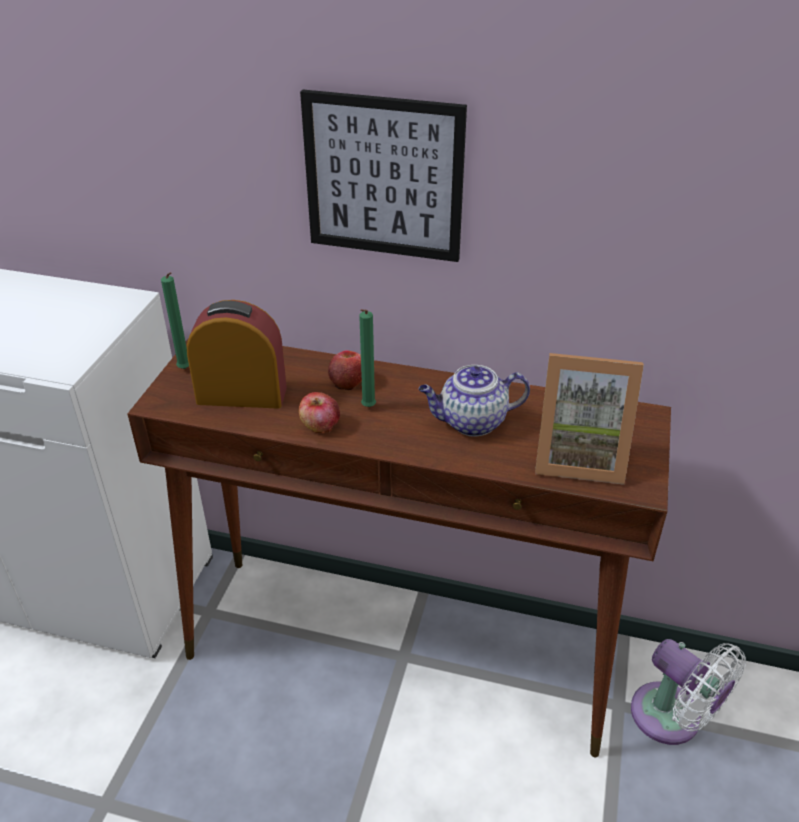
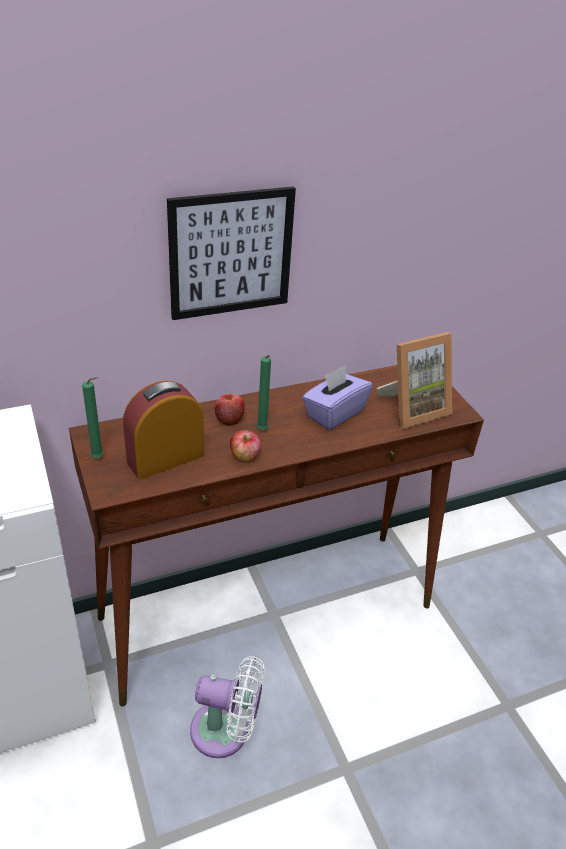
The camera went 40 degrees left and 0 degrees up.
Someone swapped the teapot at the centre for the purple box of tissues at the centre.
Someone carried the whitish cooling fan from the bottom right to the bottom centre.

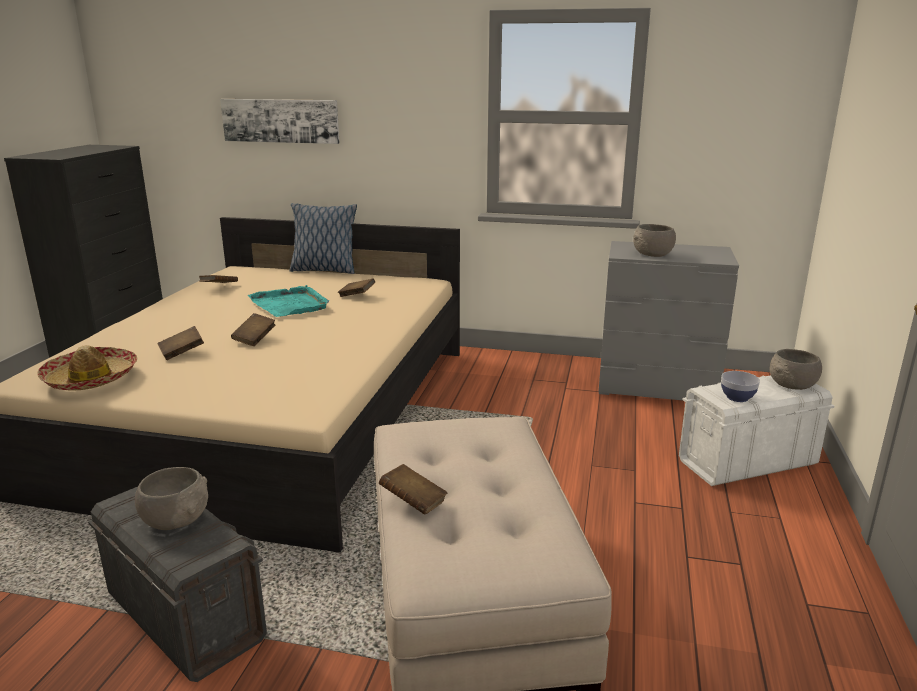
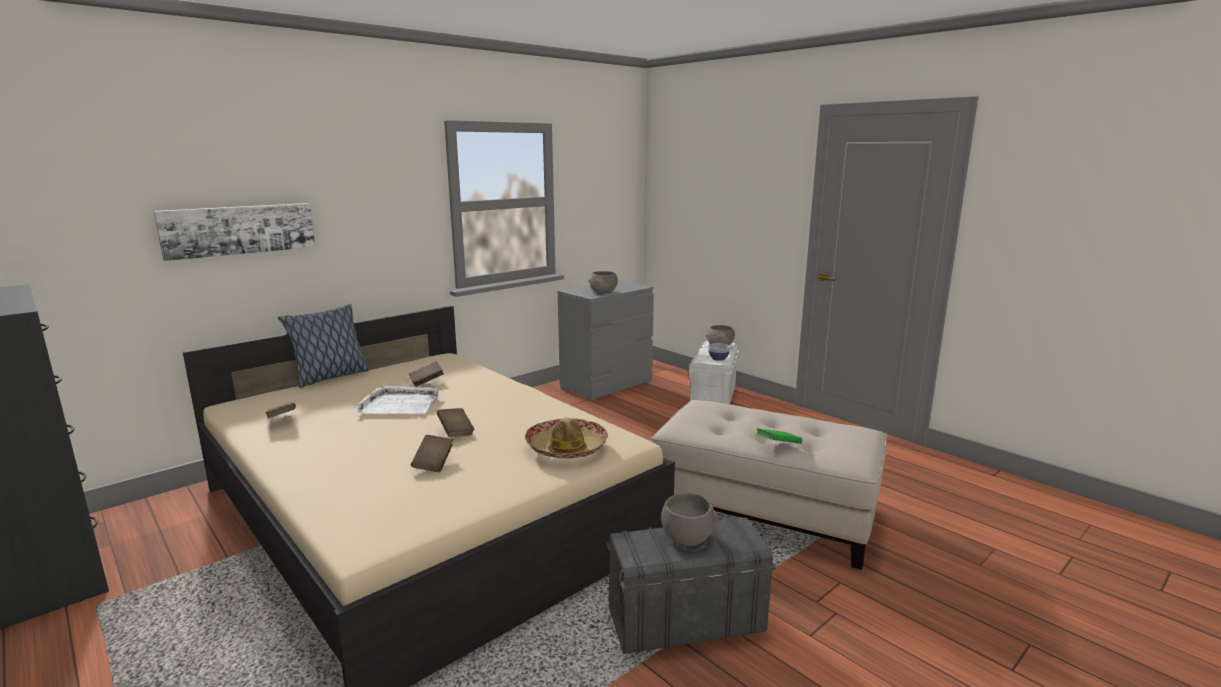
The camera went 55 degrees left and 5 degrees down.
Someone repainted the turquoise-coloured tray at the middle left, which became the whitish tray at the middle left.
Someone carried the clothing hat from the middle left to the centre.
Someone repainted the brown book (no. 5 from left) at the bottom centre, which became the green-coloured book at the centre.

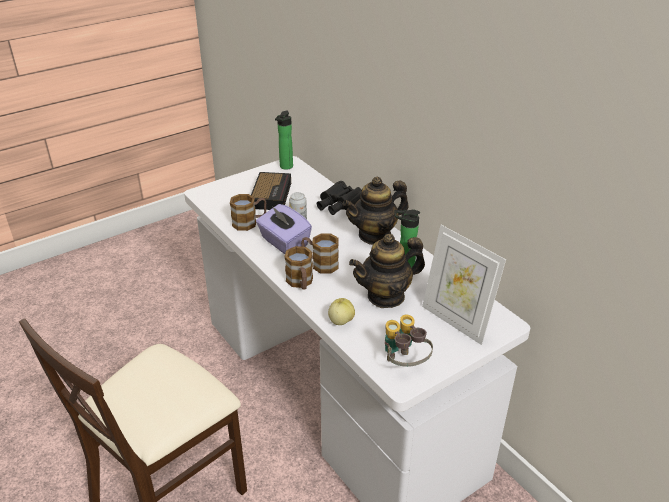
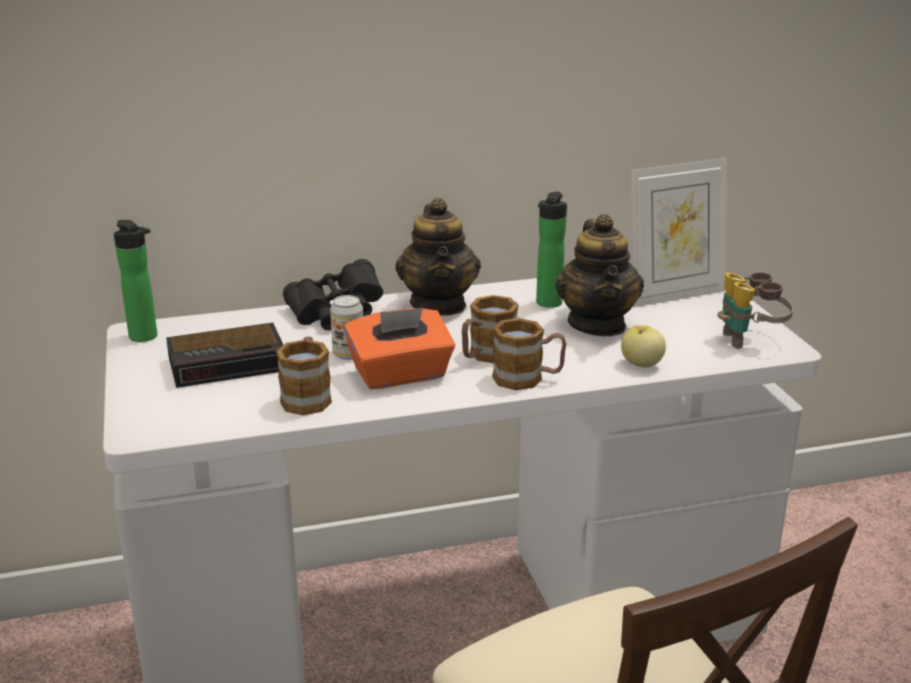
The camera went 70 degrees left and 10 degrees down.
Someone rotated the bedside clock at the centre by 135 degrees clockwise.
Someone repainted the purple box of tissues at the centre, which became the orangey box of tissues at the centre.

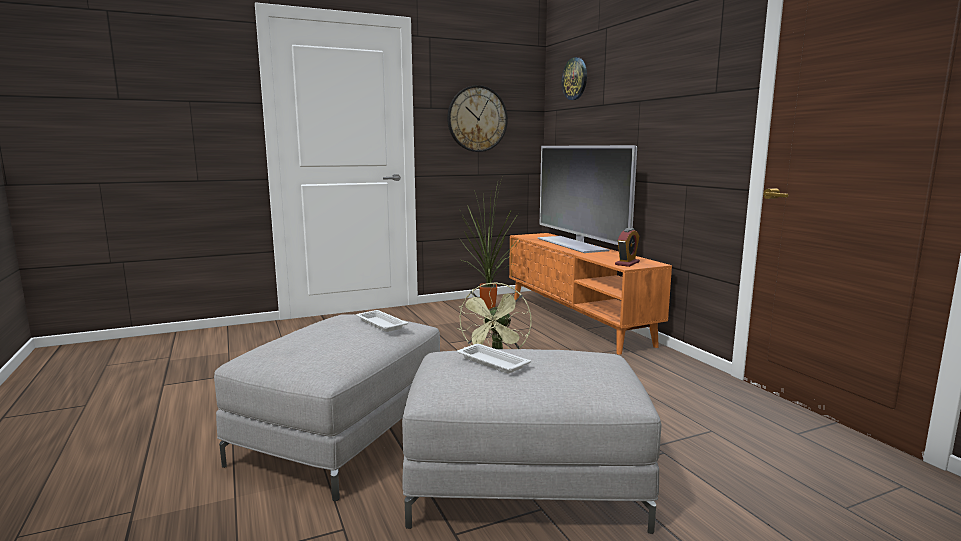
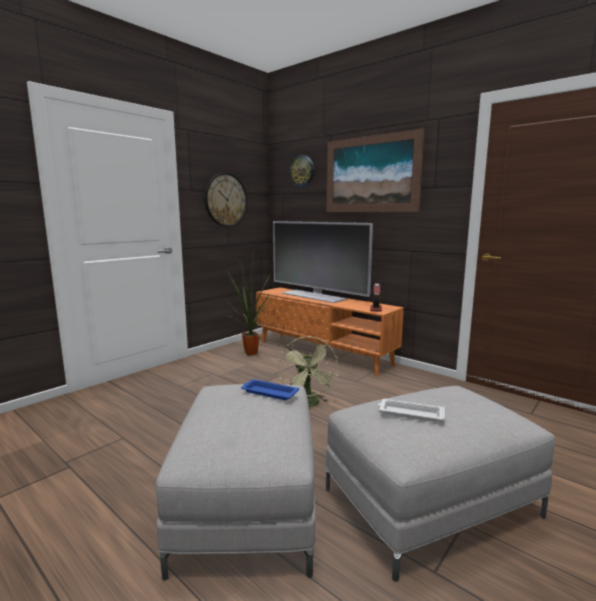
The camera went 25 degrees left and 0 degrees up.
Someone repainted the whitish tray (no. 1 from left) at the centre, which became the blue tray at the centre.
Someone put up the picture at the top centre.

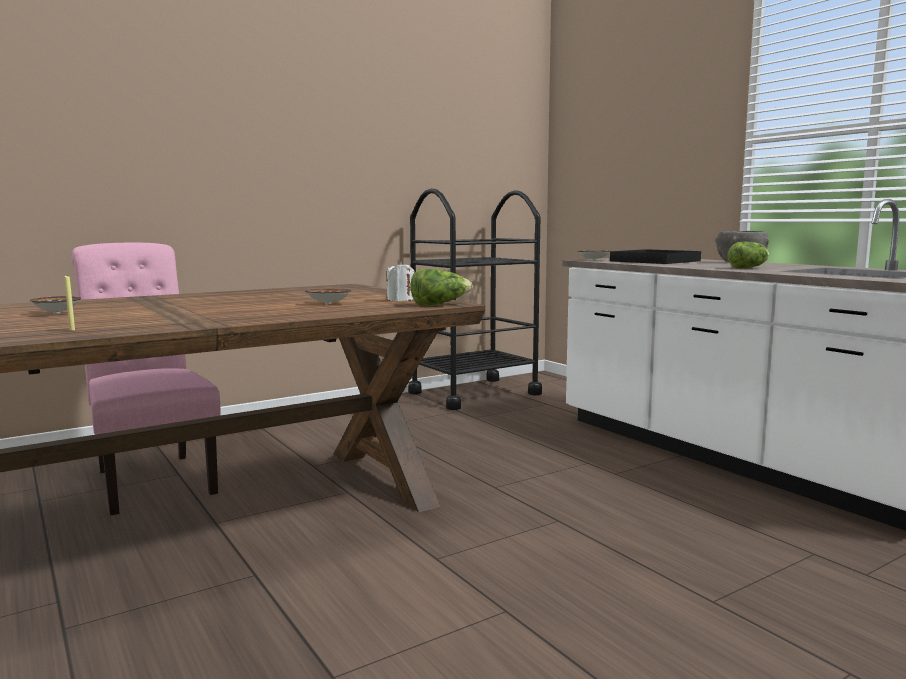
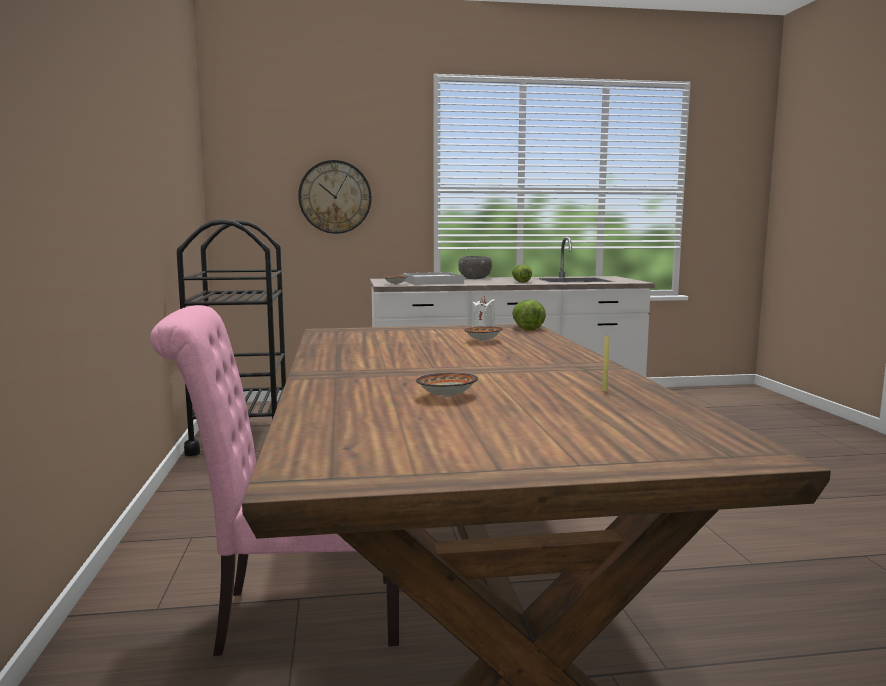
The camera went 65 degrees left and 0 degrees up.
Someone repainted the black tray at the middle right, which became the whitish tray at the centre.
Someone put up the clock on the wall at the top centre.

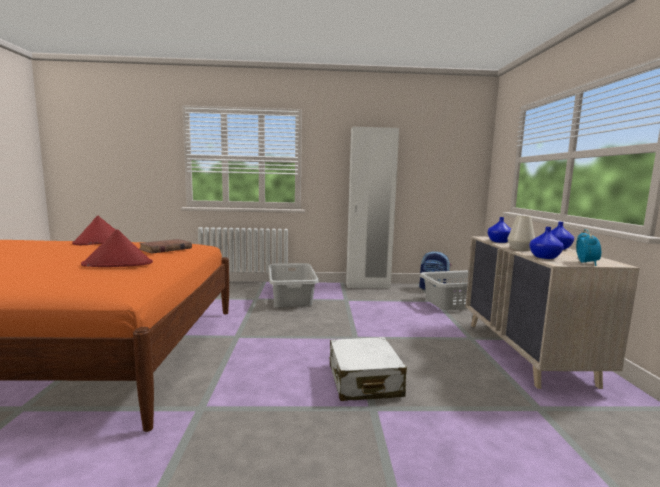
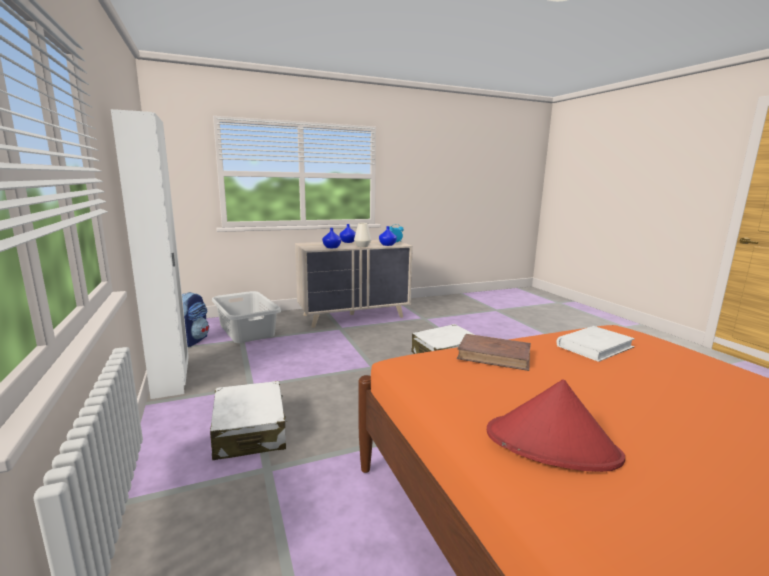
The camera went 110 degrees left and 5 degrees up.
Someone swapped the red-coloured clothing hat (no. 2 from left) at the middle left for the whitish book at the middle right.
Someone swapped the grey washing basket (no. 1 from left) at the centre for the whitish travel case (no. 1 from left) at the bottom left.

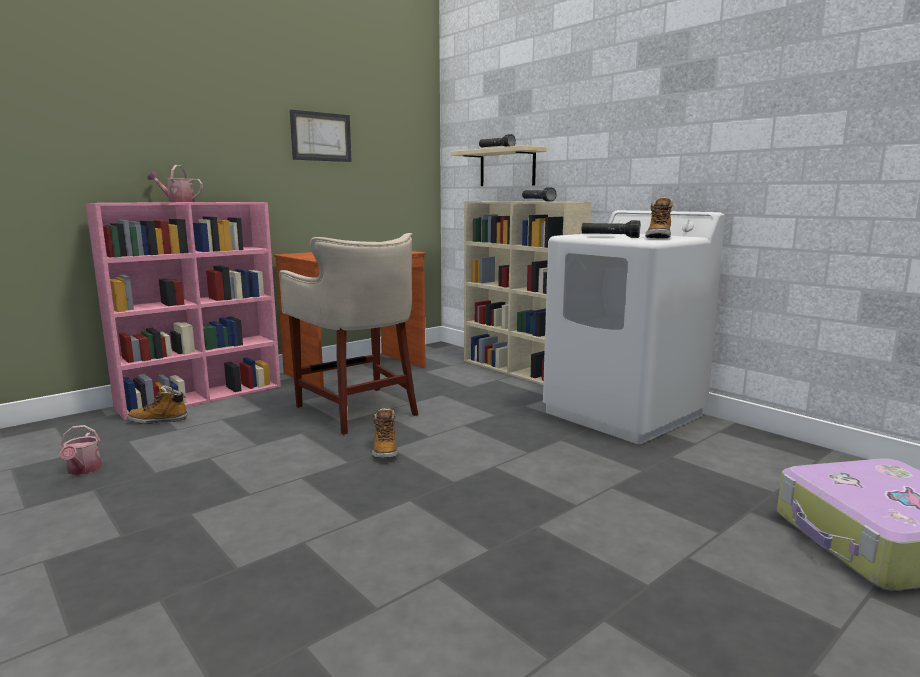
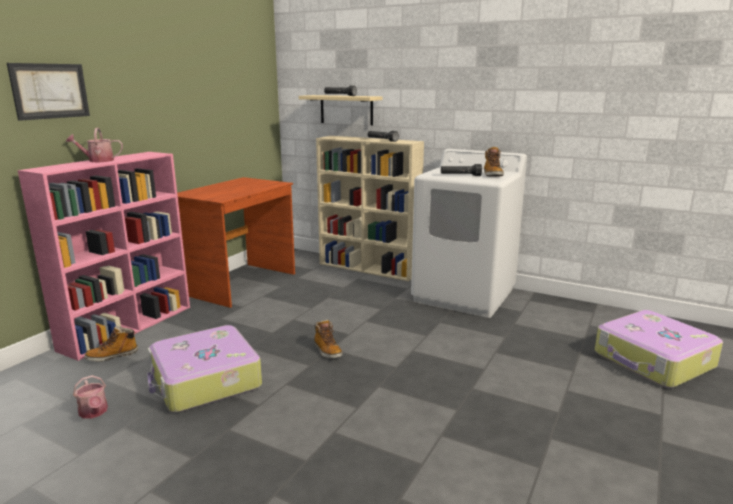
The camera went 20 degrees left and 5 degrees up.
Someone carried the picture from the top centre to the top left.
Someone took away the beige sitting stool at the centre.
Someone put down the travel case (no. 1 from left) at the bottom left.

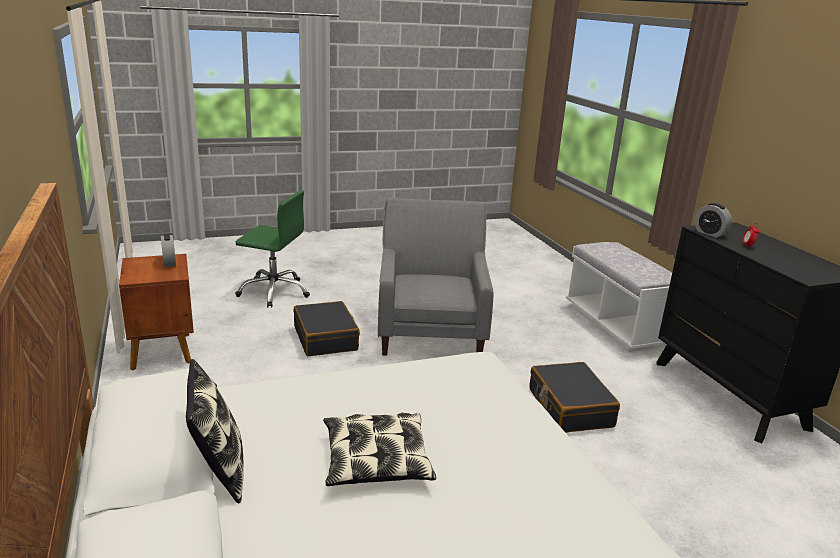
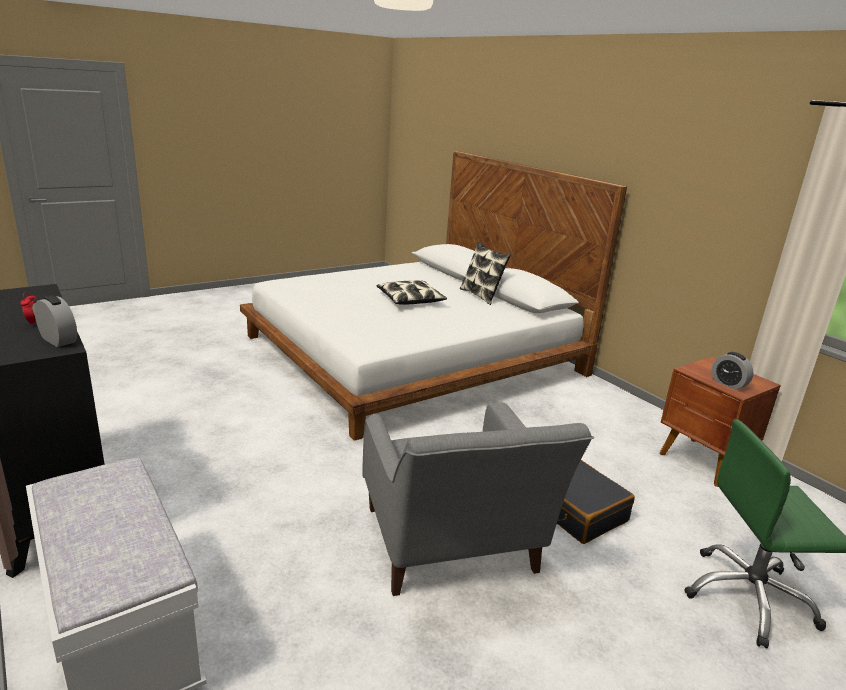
The camera went 165 degrees right and 0 degrees up.
Someone took away the black travel case (no. 2 from left) at the bottom right.

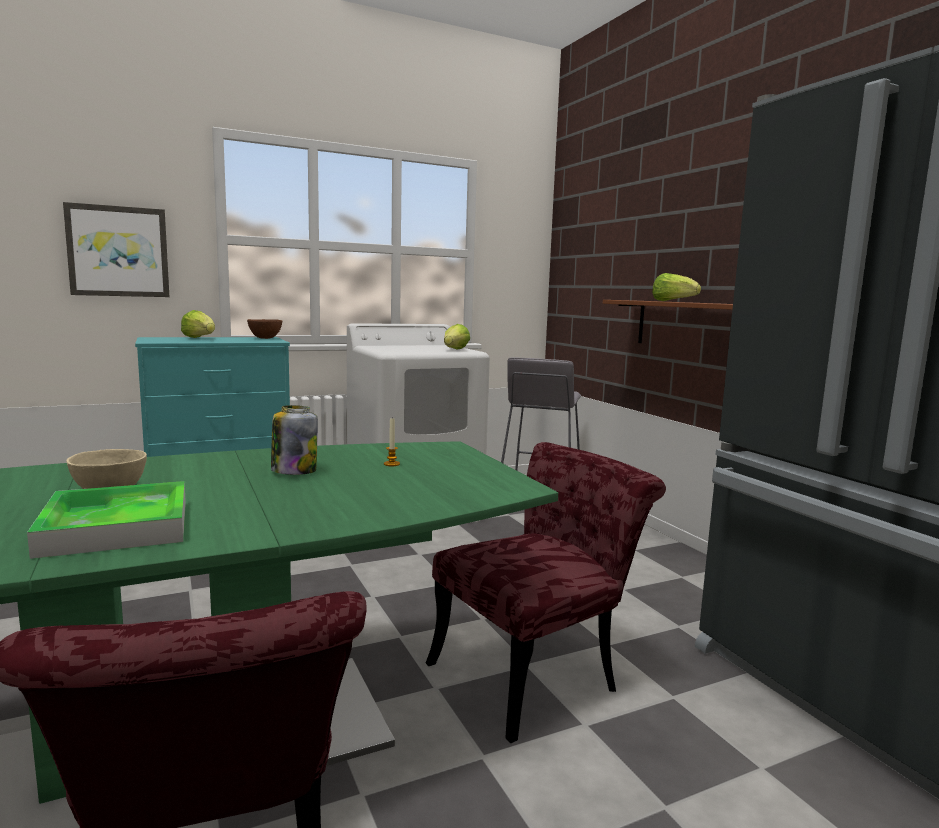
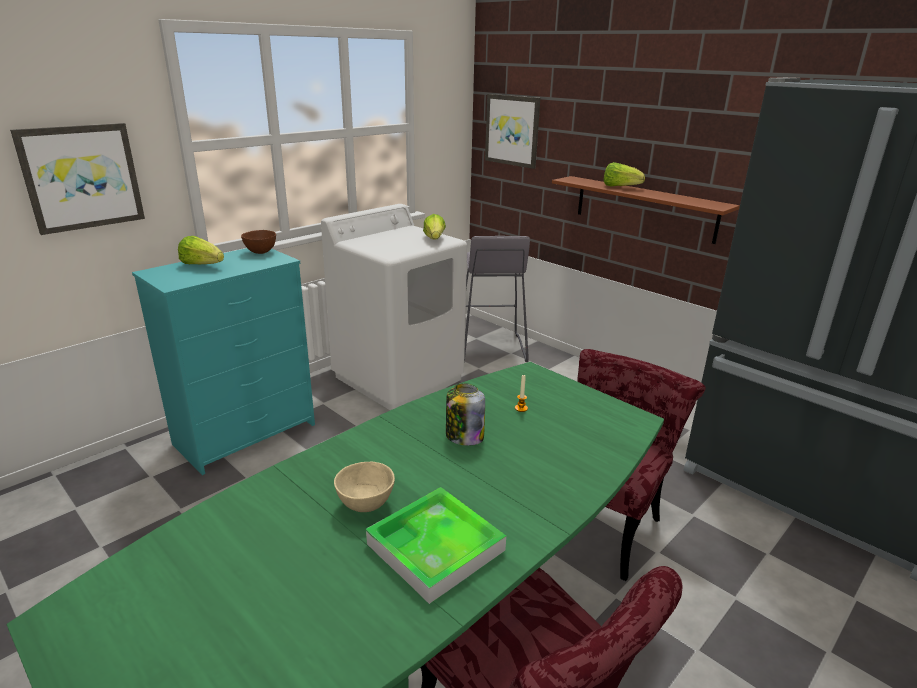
The camera went 20 degrees left and 15 degrees up.
Someone put up the picture (no. 2 from left) at the top centre.

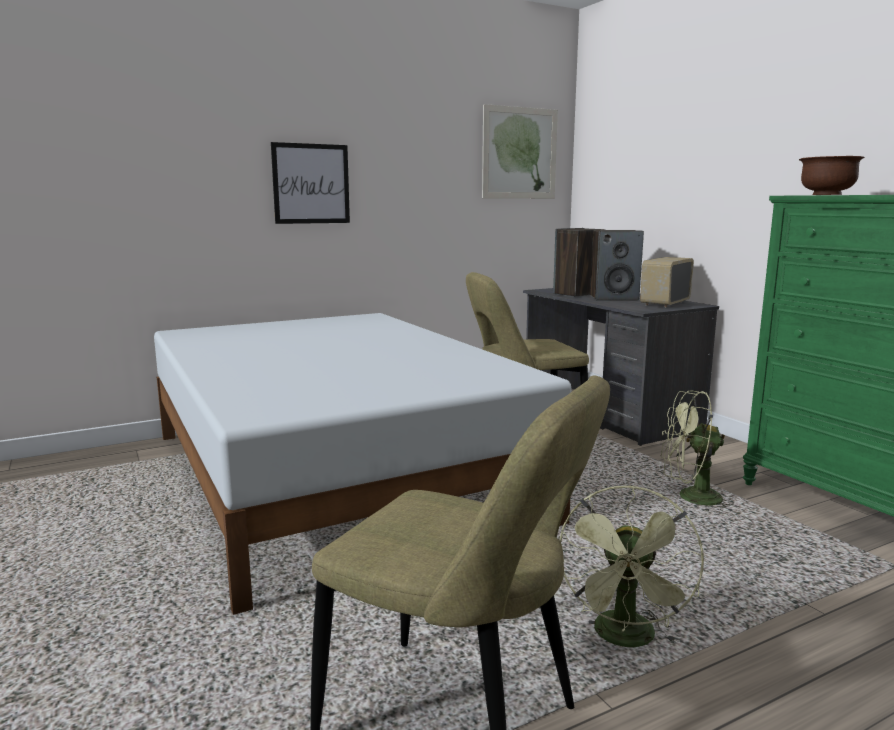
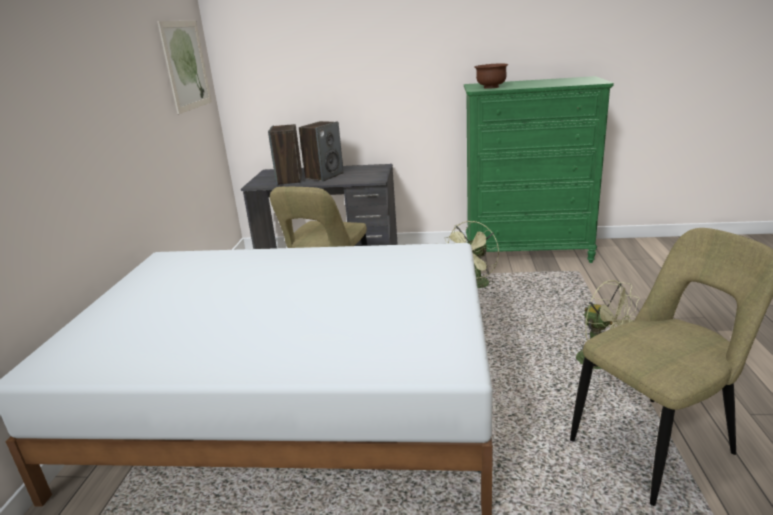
The camera went 55 degrees left and 10 degrees up.
Someone took away the picture (no. 1 from left) at the top centre.
Someone took away the radio receiver at the middle right.

